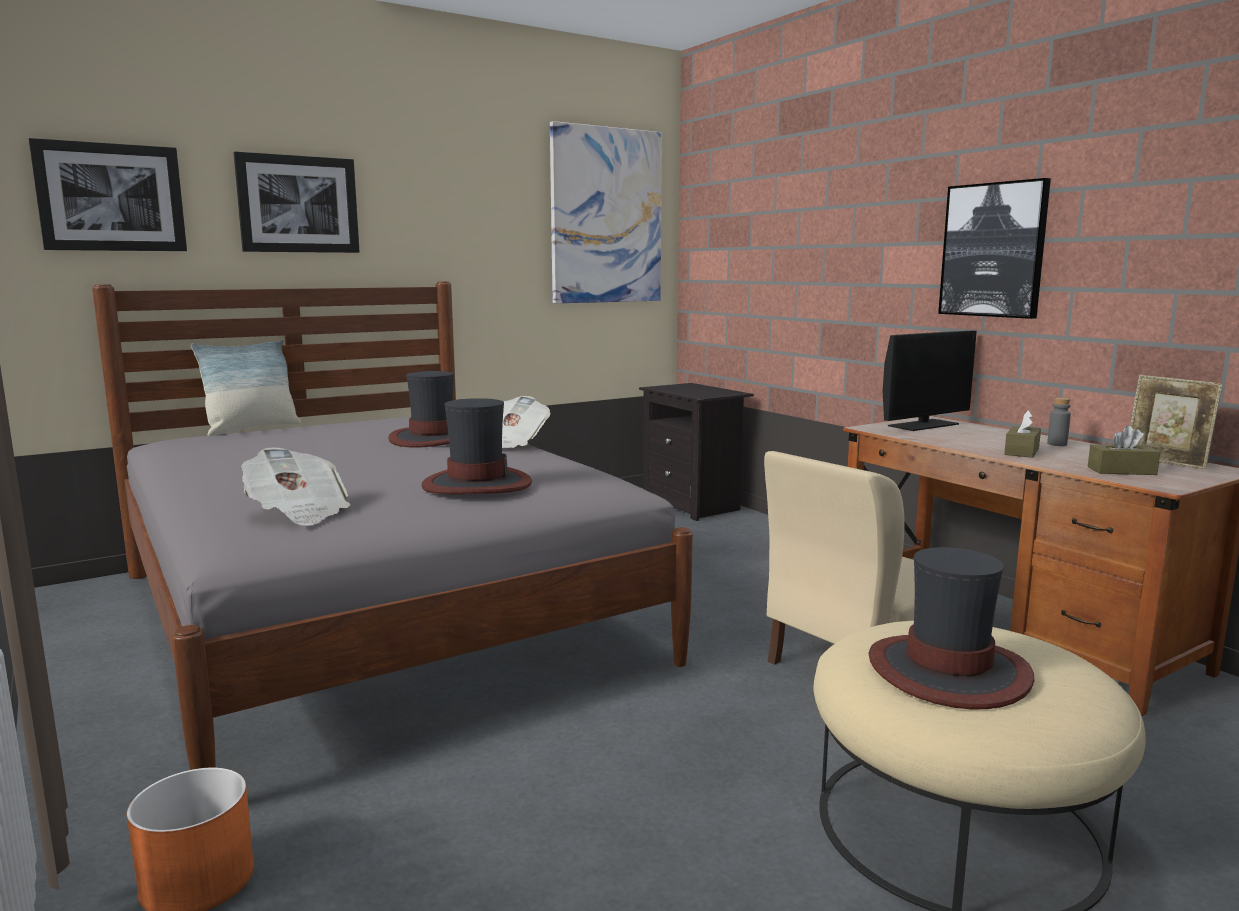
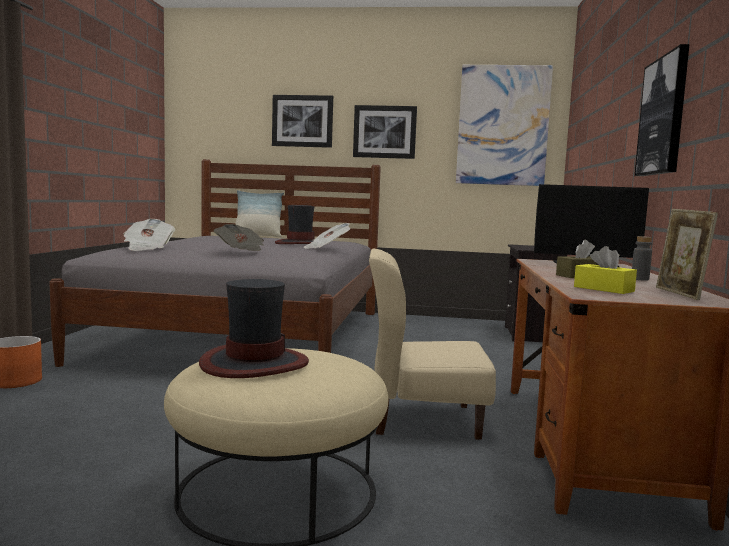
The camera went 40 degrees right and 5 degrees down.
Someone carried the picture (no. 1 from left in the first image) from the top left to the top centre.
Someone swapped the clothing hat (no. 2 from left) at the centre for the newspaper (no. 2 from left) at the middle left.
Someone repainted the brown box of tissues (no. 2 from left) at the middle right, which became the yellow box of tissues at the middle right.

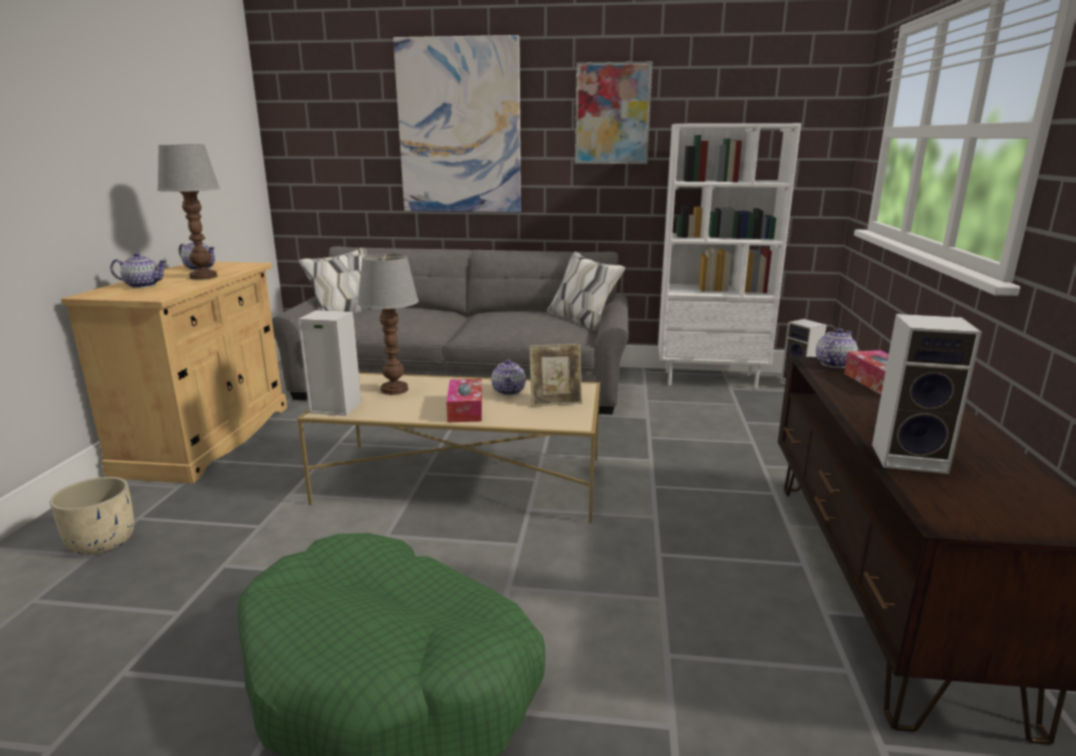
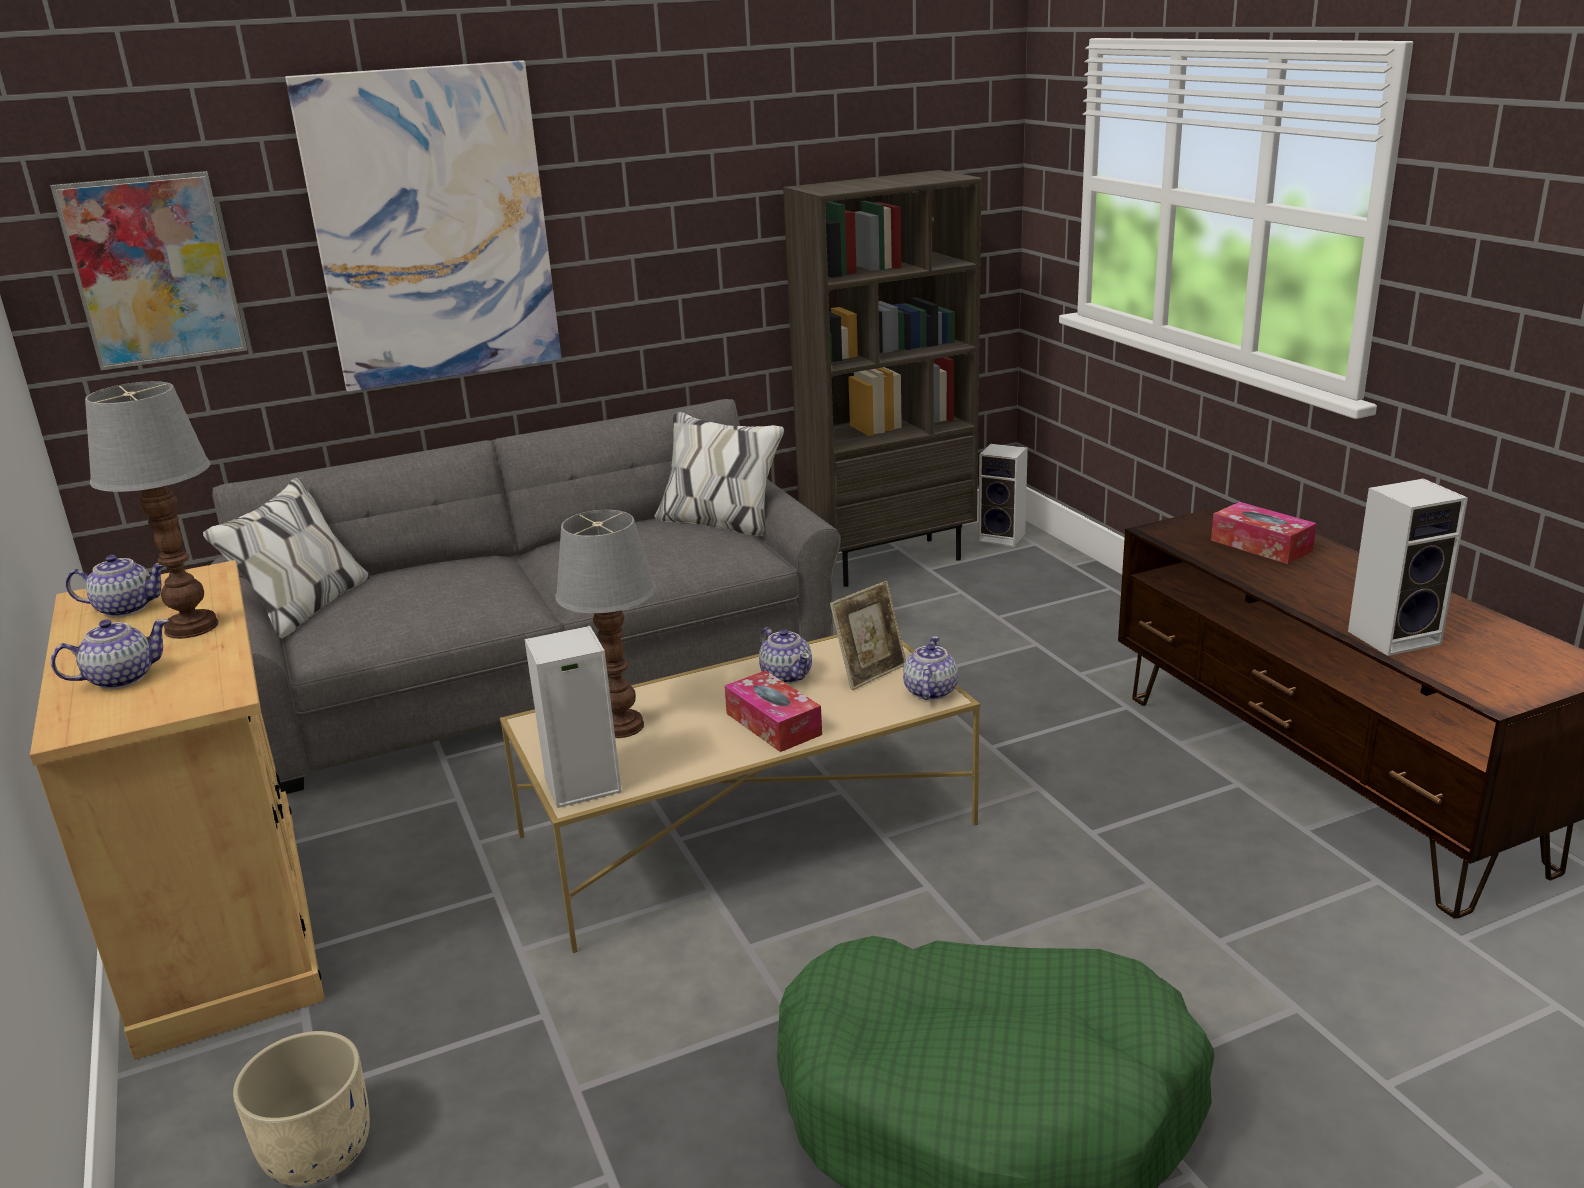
The camera went 30 degrees left and 5 degrees up.
Someone carried the picture (no. 2 from left in the first image) from the top centre to the top left.
Someone repainted the whitish bookshelf at the middle right, which became the brown bookshelf at the top centre.
Someone carried the teapot (no. 4 from left) from the middle right to the centre.

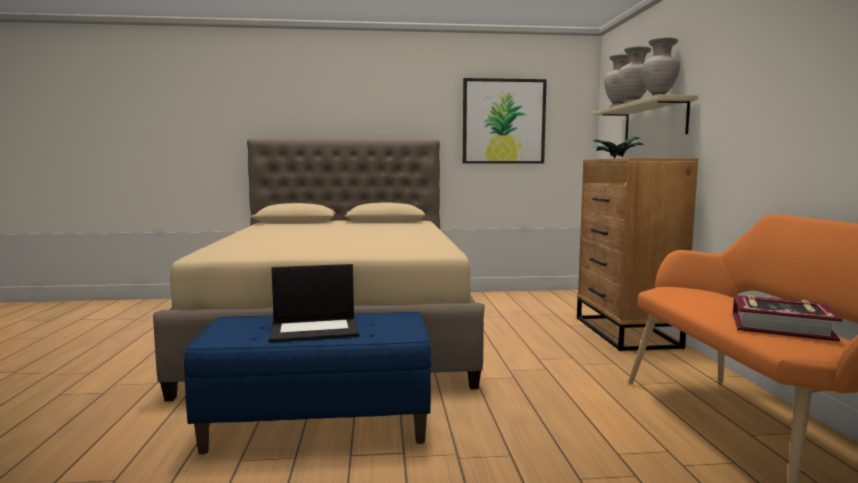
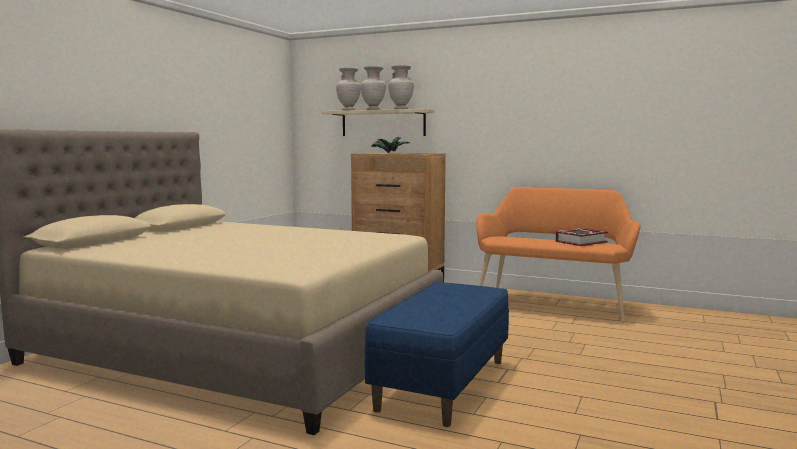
The camera went 60 degrees left and 0 degrees up.
Someone took away the picture at the top centre.
Someone took away the portable computer at the centre.

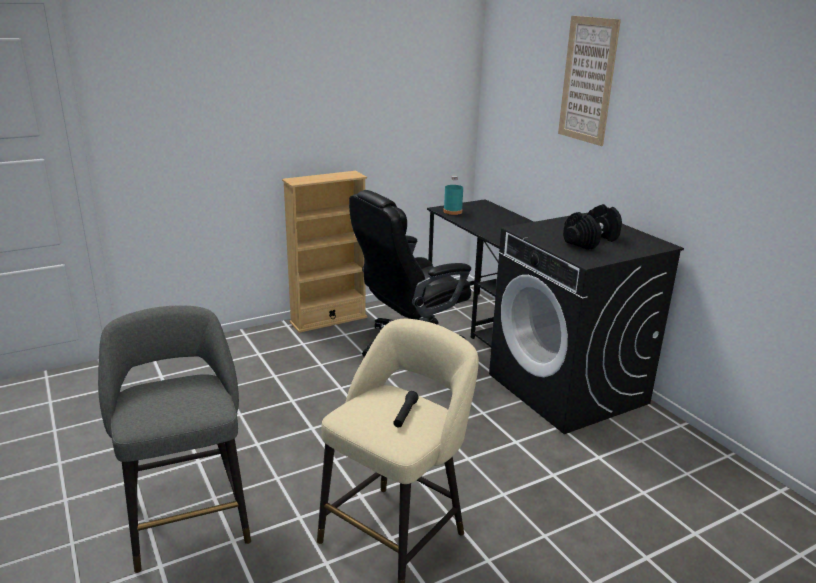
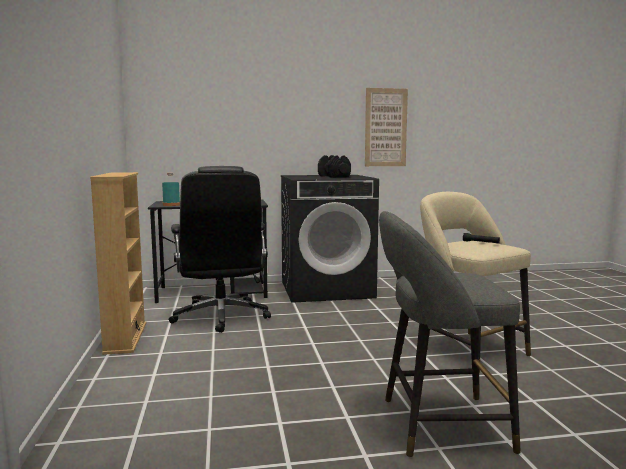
The camera went 70 degrees left and 15 degrees down.
Someone carried the picture from the top right to the top centre.

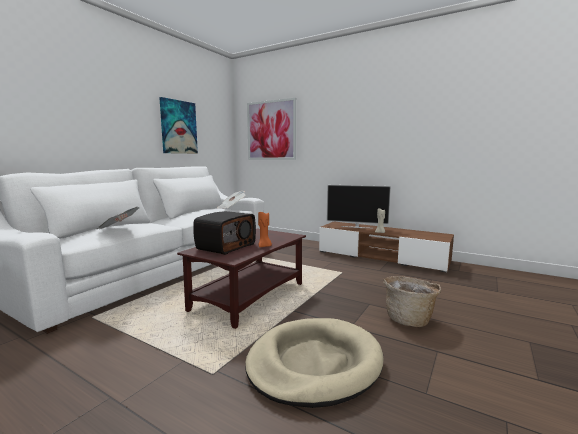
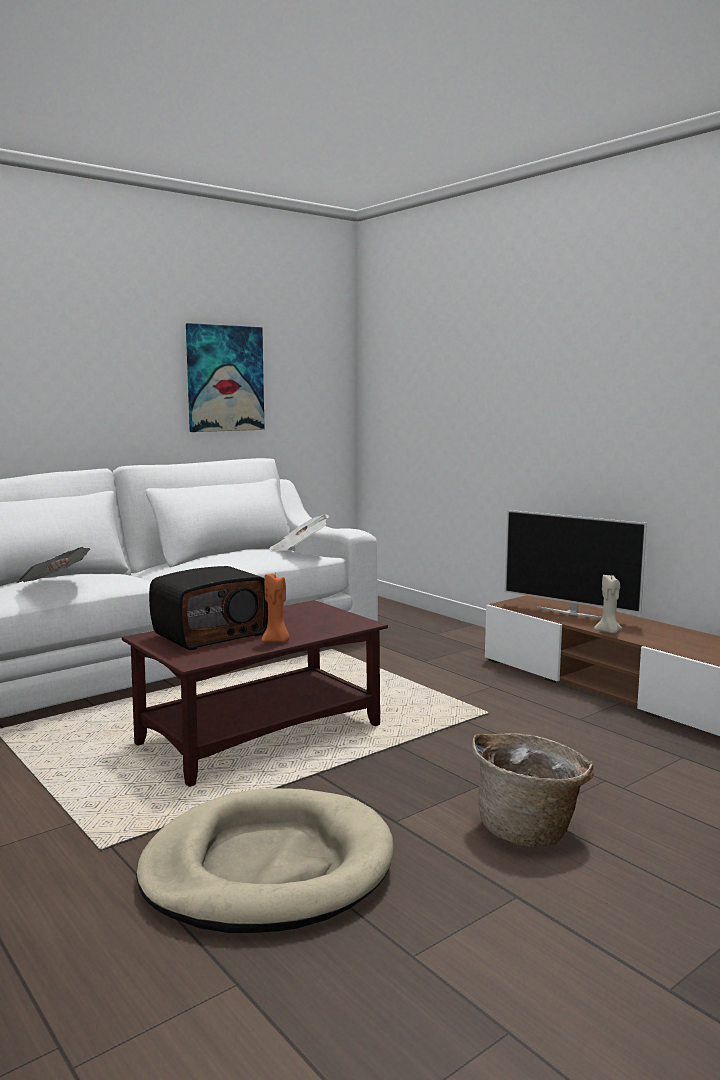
The camera went 20 degrees right and 0 degrees up.
Someone took away the picture (no. 2 from left) at the top centre.

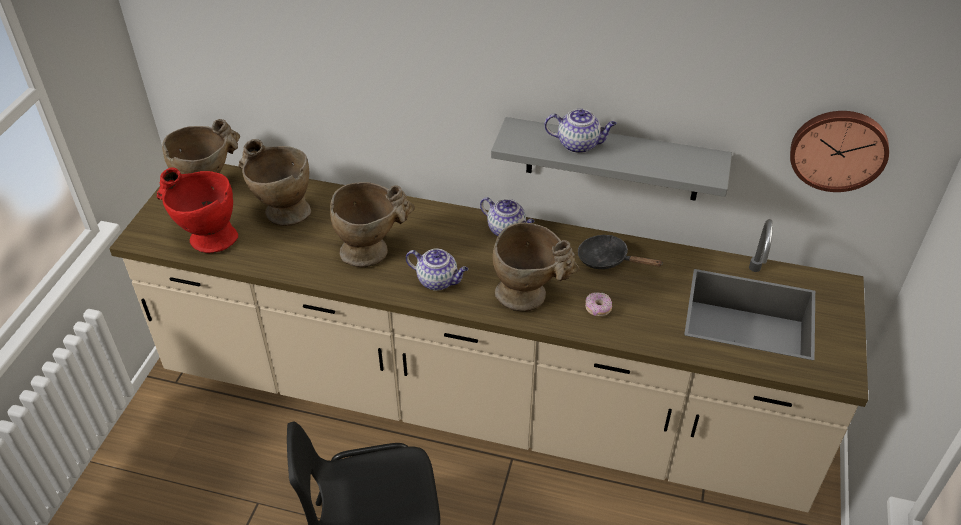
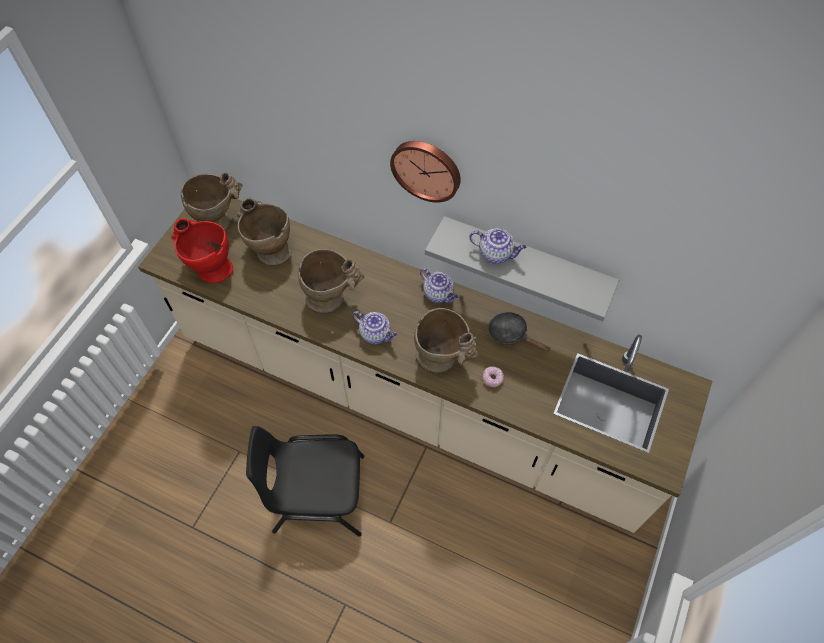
The camera went 10 degrees right and 15 degrees up.
Someone carried the clock on the wall from the top right to the top centre.

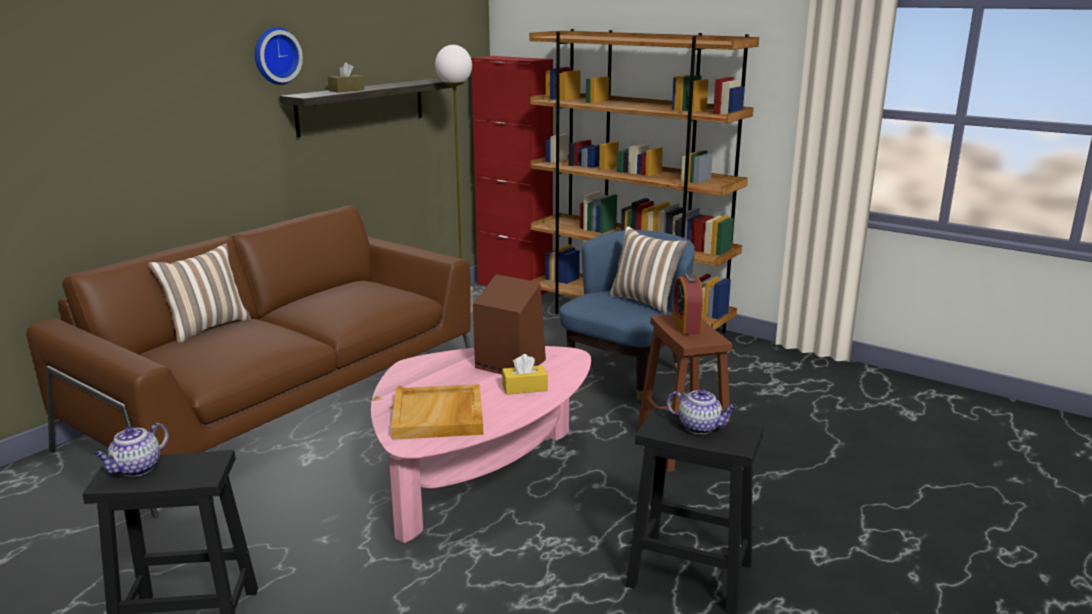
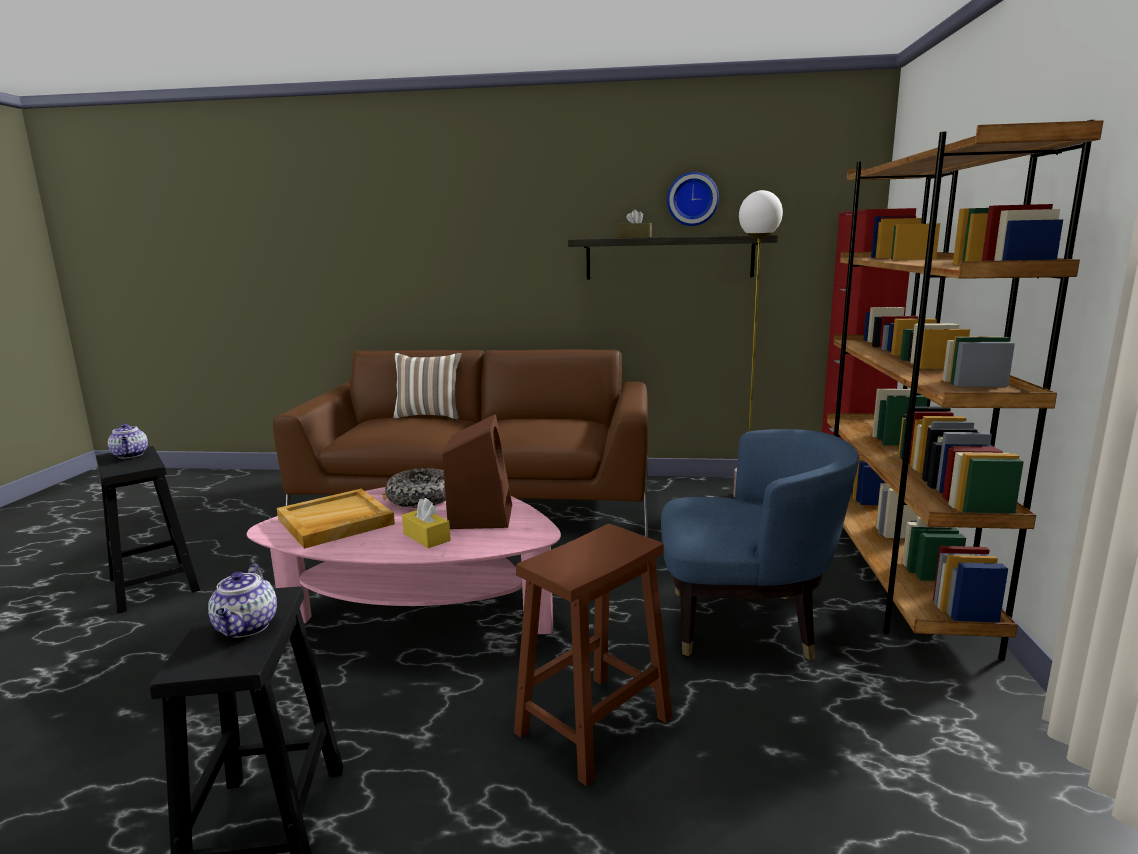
The camera went 60 degrees right and 5 degrees down.
Someone carried the clock on the wall from the top left to the top centre.
Someone took away the pillow (no. 2 from left) at the centre.
Someone took away the bedside clock at the centre.
Someone rotated the teapot (no. 1 from left) at the bottom left by 120 degrees counterclockwise.
Someone put down the deep dish at the centre.

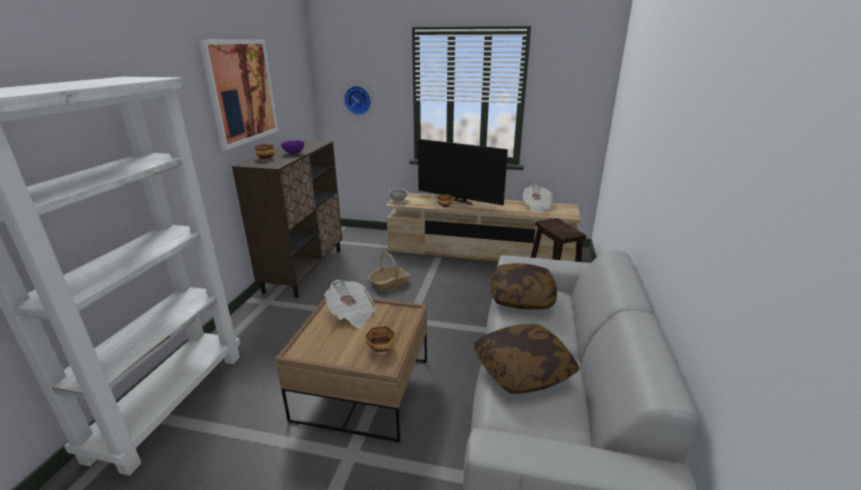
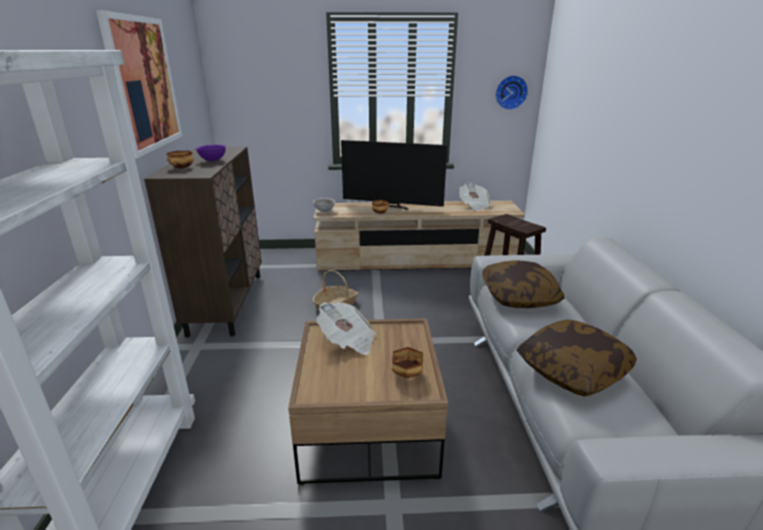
The camera went 15 degrees left and 0 degrees up.
Someone carried the clock on the wall from the top centre to the top right.

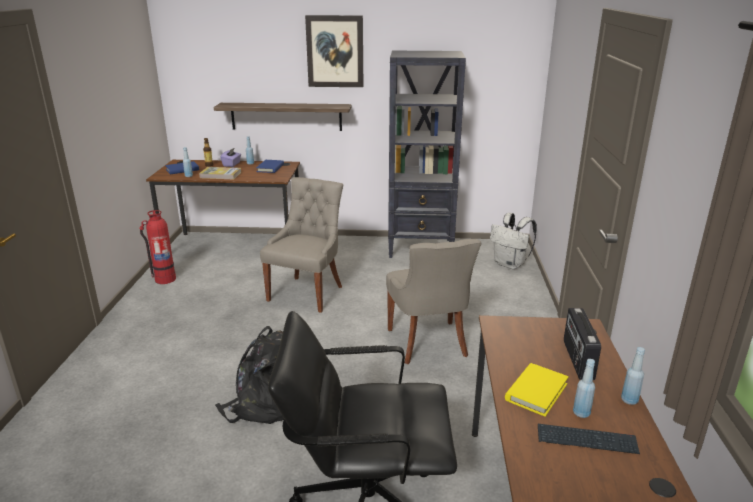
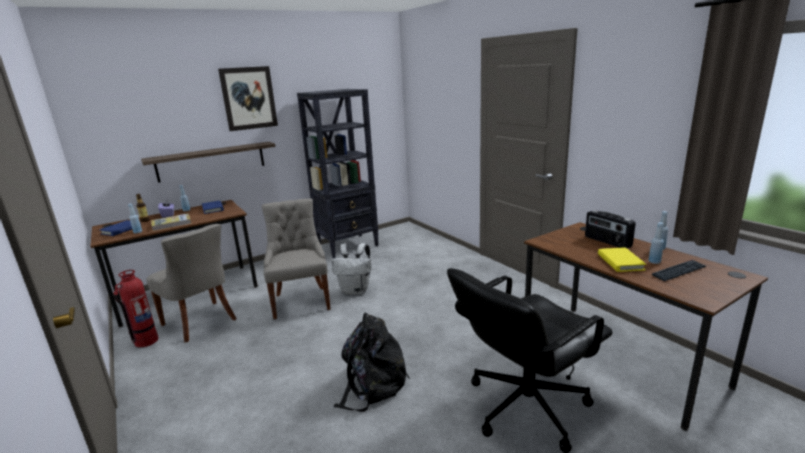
The camera went 35 degrees left and 5 degrees down.
Someone carried the whitish backpack from the middle right to the centre.
Someone carried the grey chair (no. 2 from left in the first image) from the centre to the middle left.

